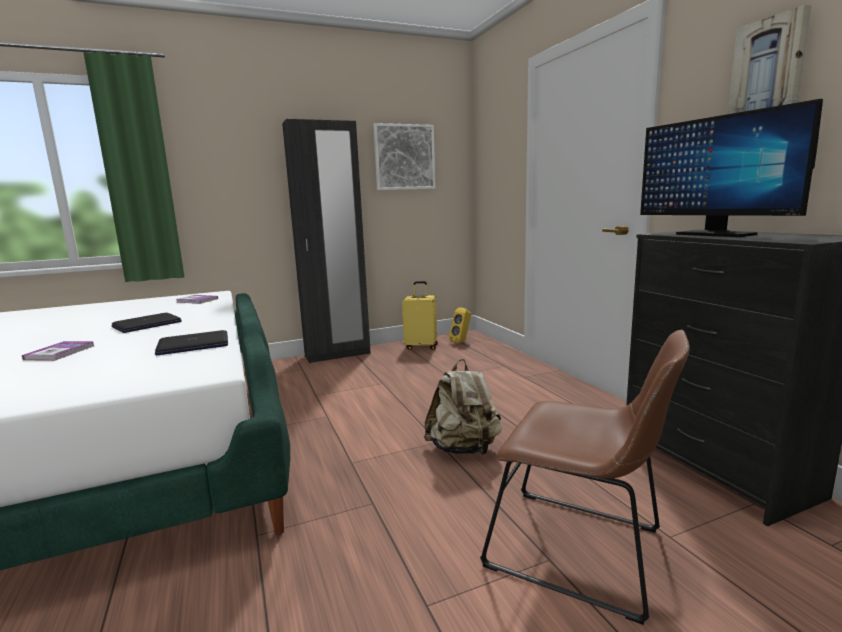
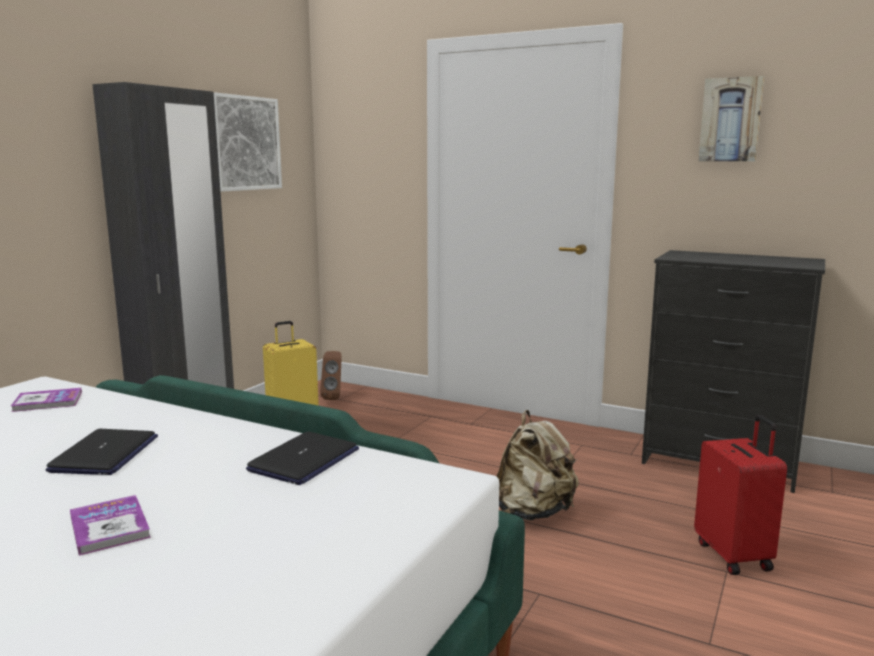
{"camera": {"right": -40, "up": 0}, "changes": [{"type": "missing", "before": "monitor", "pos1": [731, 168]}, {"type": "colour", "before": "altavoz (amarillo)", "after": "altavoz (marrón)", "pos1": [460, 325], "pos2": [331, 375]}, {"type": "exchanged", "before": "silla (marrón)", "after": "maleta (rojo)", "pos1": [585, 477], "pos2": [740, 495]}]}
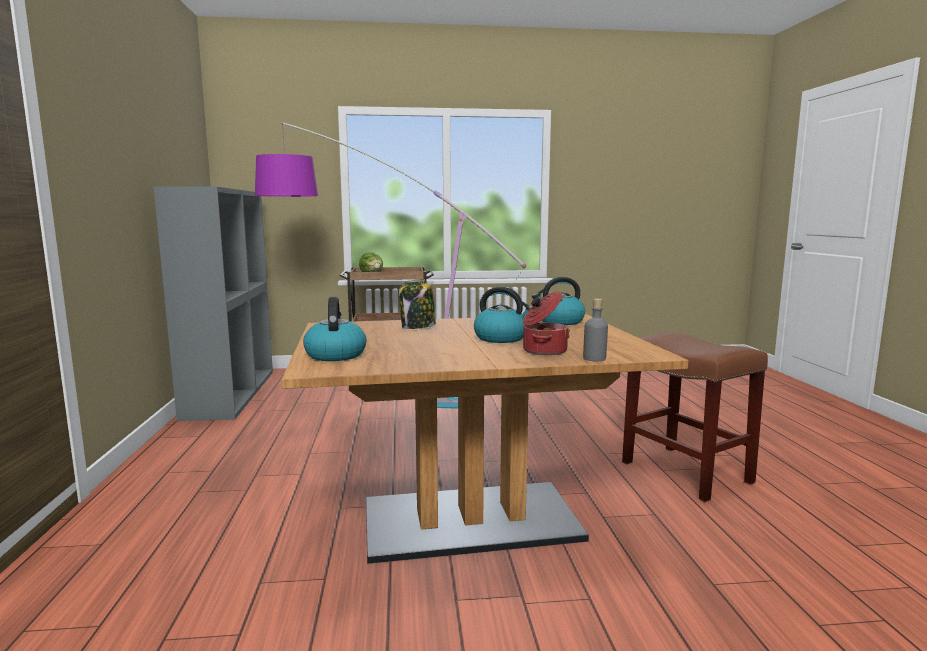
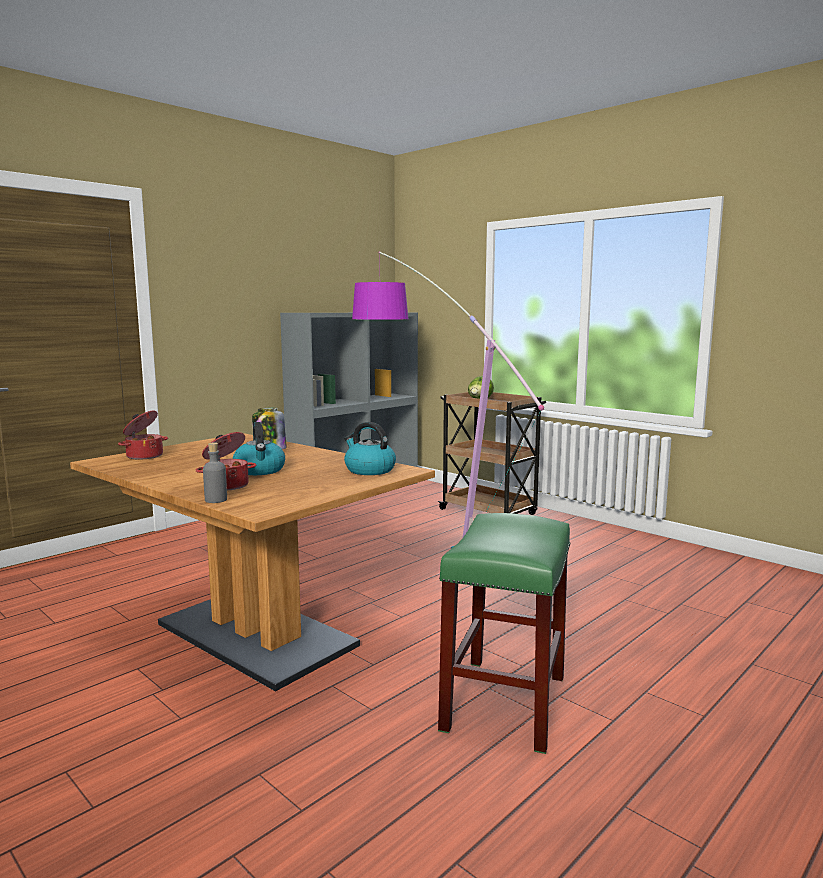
{"camera": {"right": 50, "up": 0}, "changes": [{"type": "exchanged", "before": "hervidor", "after": "olla", "pos1": [335, 329], "pos2": [143, 435]}, {"type": "colour", "before": "taburete (marrón)", "after": "taburete (verde)", "pos1": [695, 417], "pos2": [504, 633]}]}
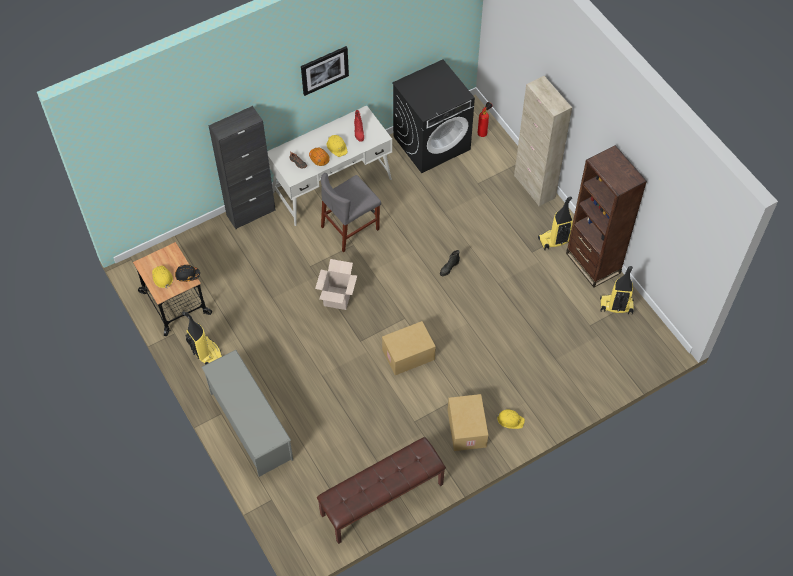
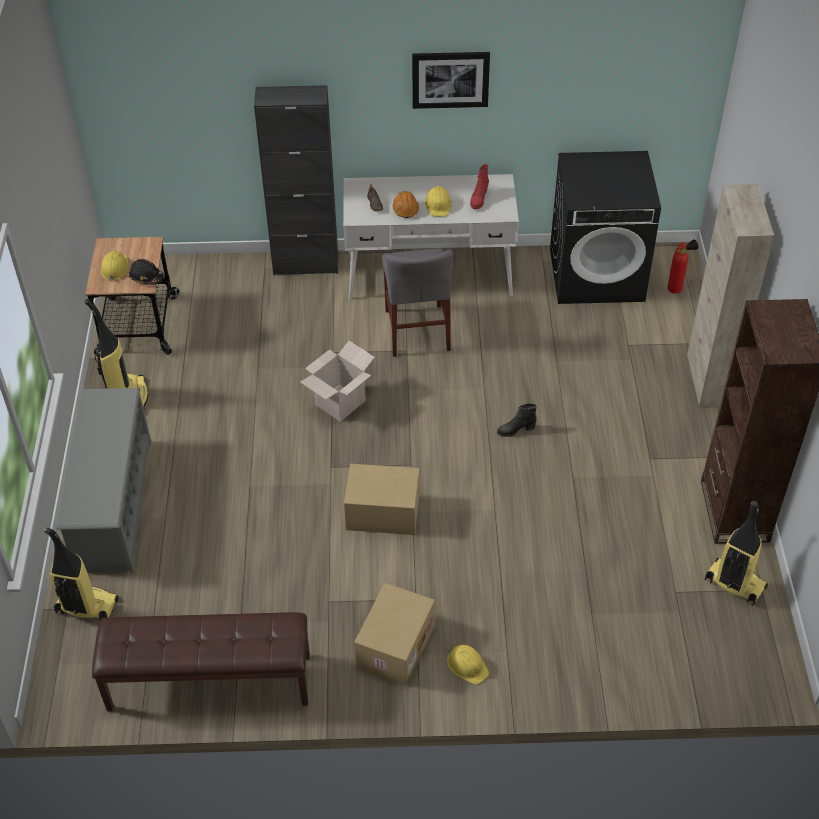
{"camera": {"right": 30, "up": -10}, "changes": [{"type": "spun", "before": "silla (gris)", "pos1": [351, 212], "pos2": [417, 302], "turn": -90}, {"type": "relocated", "before": "aspiradora", "pos1": [555, 223], "pos2": [81, 574]}]}
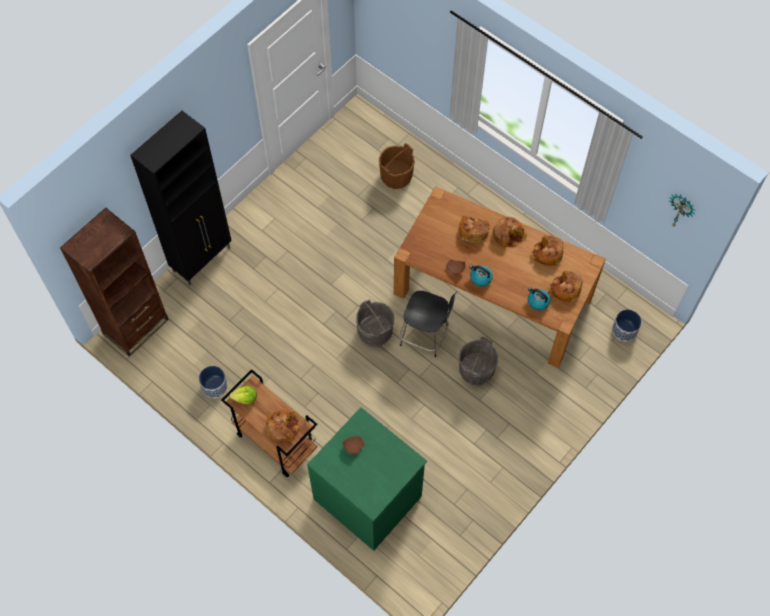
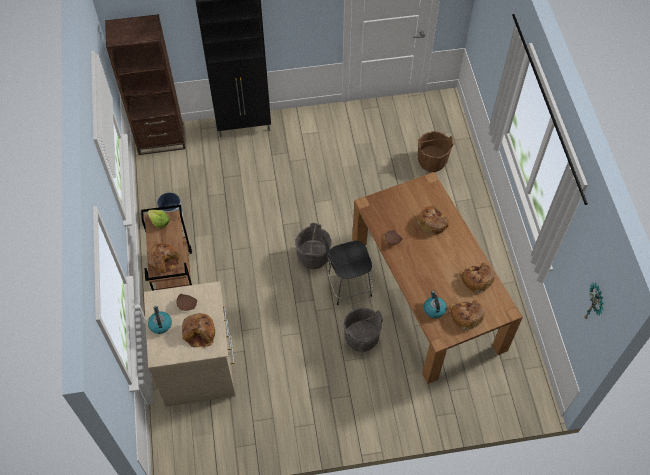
{"camera": {"right": 40, "up": -5}, "changes": [{"type": "relocated", "before": "pan", "pos1": [510, 232], "pos2": [198, 330]}, {"type": "relocated", "before": "hervidor", "pos1": [481, 276], "pos2": [160, 320]}, {"type": "spun", "before": "silla (negro)", "pos1": [428, 324], "pos2": [348, 271], "turn": 105}, {"type": "missing", "before": "maceta", "pos1": [627, 325]}, {"type": "colour", "before": "cómoda (verde)", "after": "cómoda (beis)", "pos1": [367, 479], "pos2": [190, 344]}]}
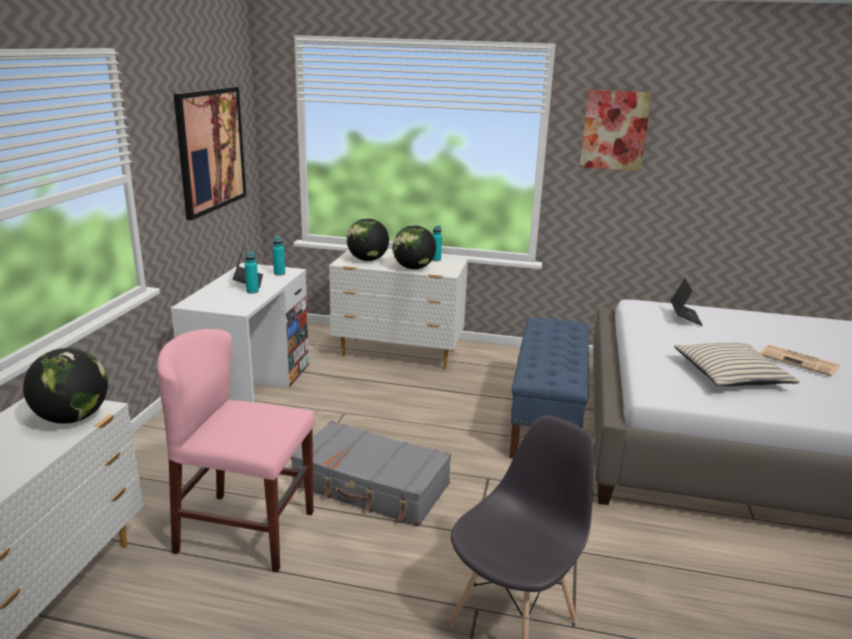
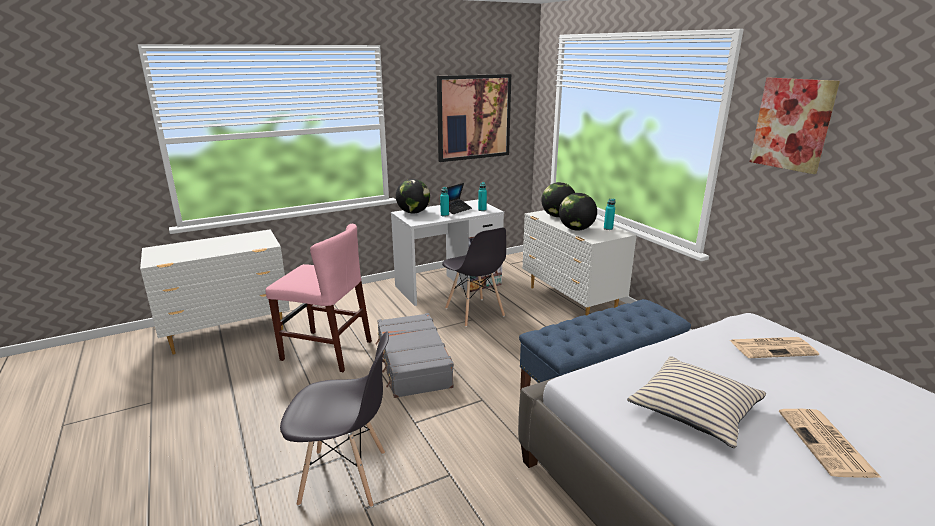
{"camera": {"right": 50, "up": 0}, "changes": [{"type": "exchanged", "before": "portátil", "after": "periódico", "pos1": [687, 302], "pos2": [774, 347]}, {"type": "spun", "before": "silla (rosa)", "pos1": [236, 451], "pos2": [319, 298], "turn": 135}, {"type": "relocated", "before": "globo terráqueo", "pos1": [65, 386], "pos2": [413, 196]}, {"type": "appeared", "after": "silla (gris)", "pos2": [474, 277]}]}
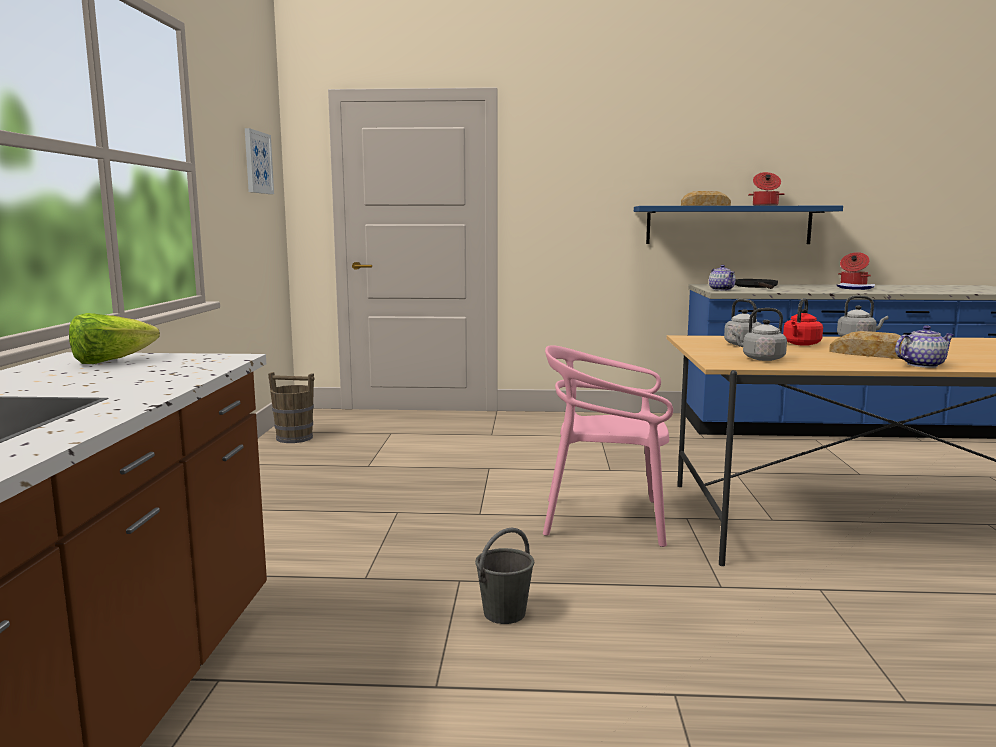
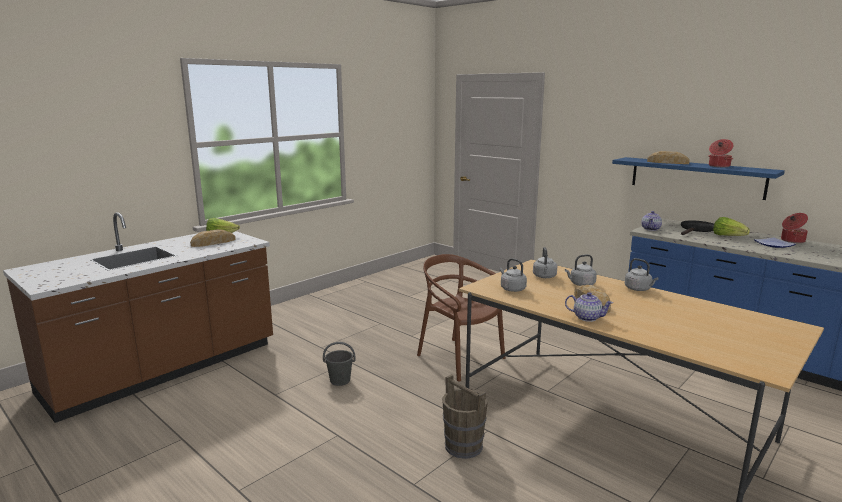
{"camera": {"right": 40, "up": 5}, "changes": [{"type": "missing", "before": "cuadro", "pos1": [259, 161]}, {"type": "colour", "before": "hervidor (rojo)", "after": "hervidor (gris)", "pos1": [803, 322], "pos2": [581, 270]}, {"type": "colour", "before": "silla (rosa)", "after": "silla (marrón)", "pos1": [608, 446], "pos2": [461, 318]}, {"type": "relocated", "before": "cubo (marrón)", "pos1": [291, 407], "pos2": [465, 416]}, {"type": "appeared", "after": "lechuga", "pos2": [731, 226]}, {"type": "appeared", "after": "pan", "pos2": [213, 238]}]}
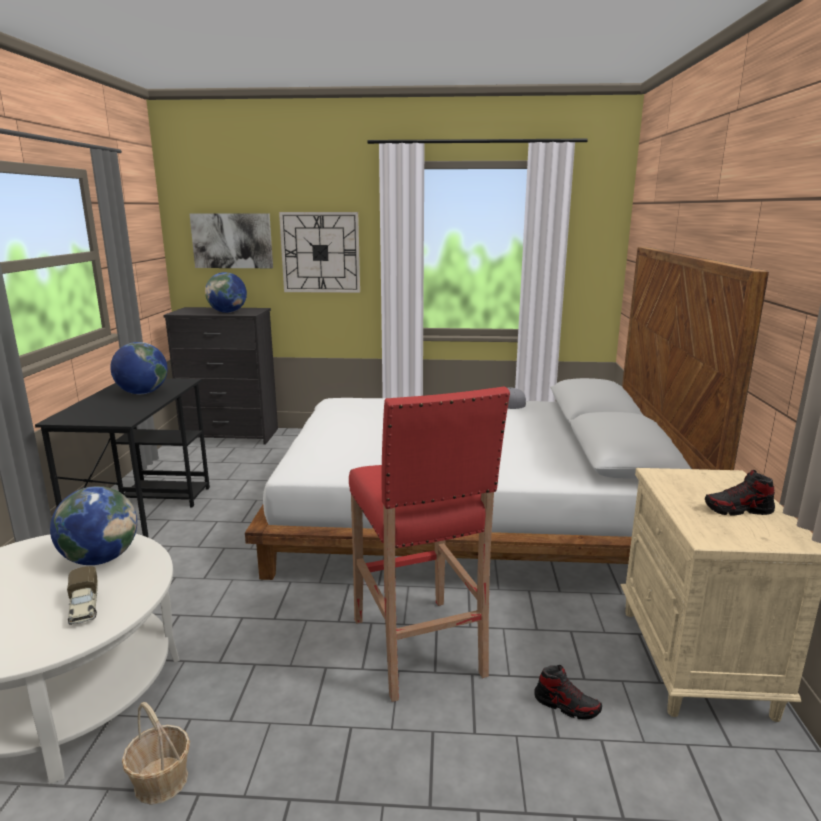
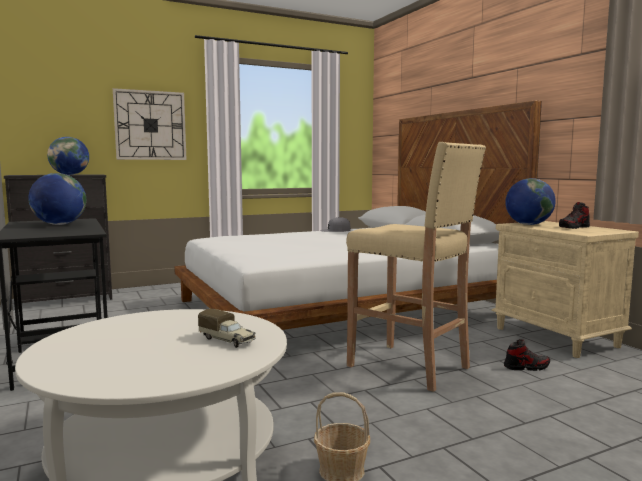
{"camera": {"right": -30, "up": -10}, "changes": [{"type": "missing", "before": "cuadro", "pos1": [231, 240]}, {"type": "colour", "before": "taburete (rojo)", "after": "taburete (beis)", "pos1": [429, 544], "pos2": [416, 267]}, {"type": "relocated", "before": "globo terráqueo", "pos1": [93, 525], "pos2": [530, 201]}]}
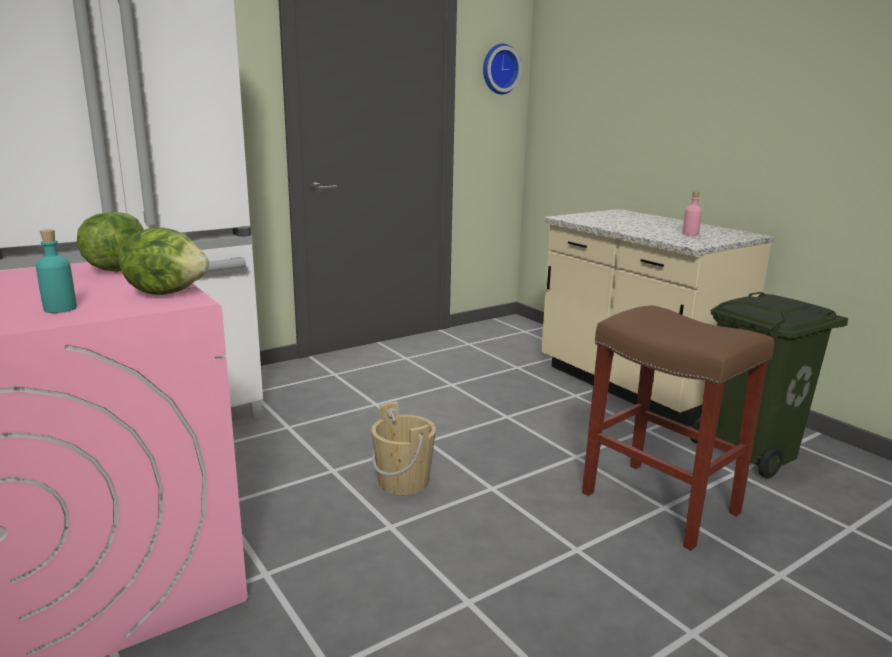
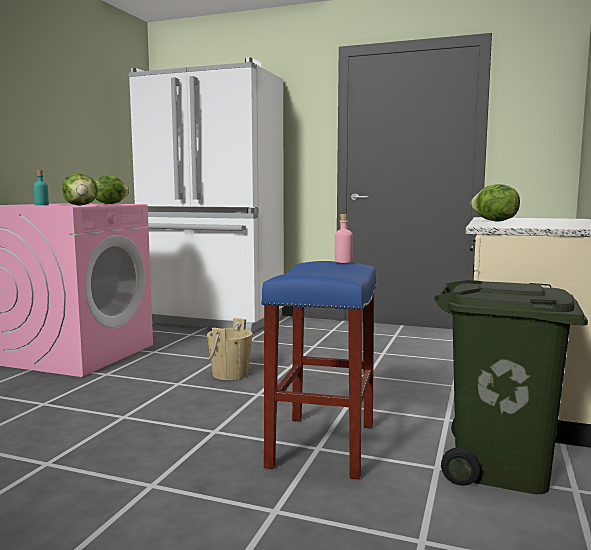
{"camera": {"right": 55, "up": -10}, "changes": [{"type": "missing", "before": "reloj de pared", "pos1": [502, 69]}, {"type": "relocated", "before": "botella (rosa)", "pos1": [692, 213], "pos2": [344, 238]}, {"type": "colour", "before": "taburete (marrón)", "after": "taburete (azul)", "pos1": [678, 428], "pos2": [319, 370]}, {"type": "appeared", "after": "lechuga", "pos2": [495, 203]}]}
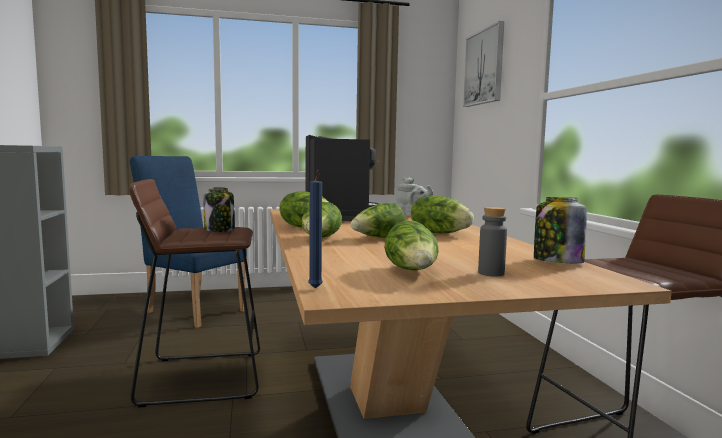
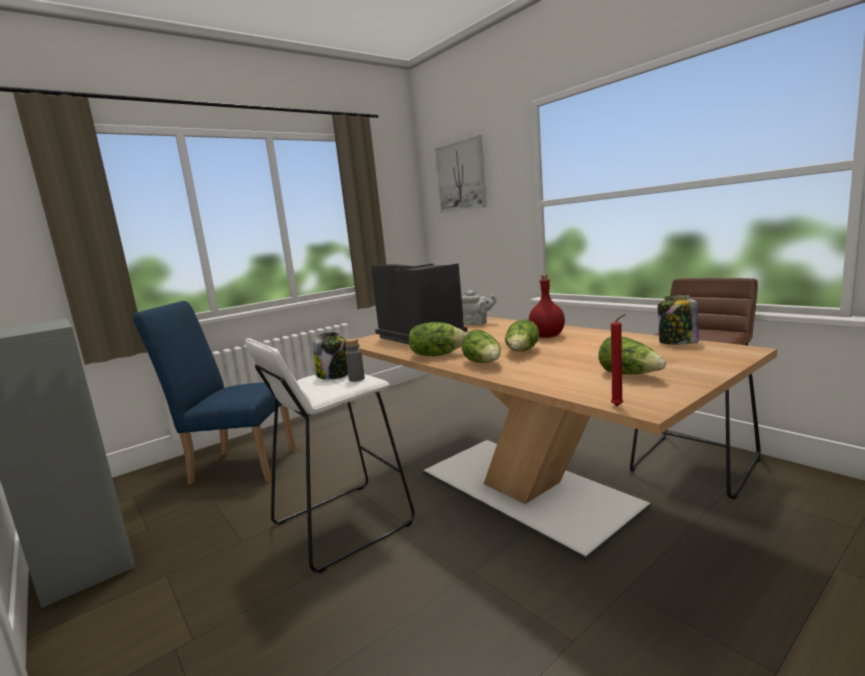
{"camera": {"right": -25, "up": 5}, "changes": [{"type": "colour", "before": "vela (azul)", "after": "vela (rojo)", "pos1": [315, 229], "pos2": [618, 360]}, {"type": "colour", "before": "taburete (marrón)", "after": "taburete (blanco)", "pos1": [194, 293], "pos2": [330, 455]}, {"type": "exchanged", "before": "lechuga", "after": "botella (rojo)", "pos1": [442, 214], "pos2": [547, 306]}, {"type": "relocated", "before": "botella (gris)", "pos1": [492, 242], "pos2": [355, 360]}]}
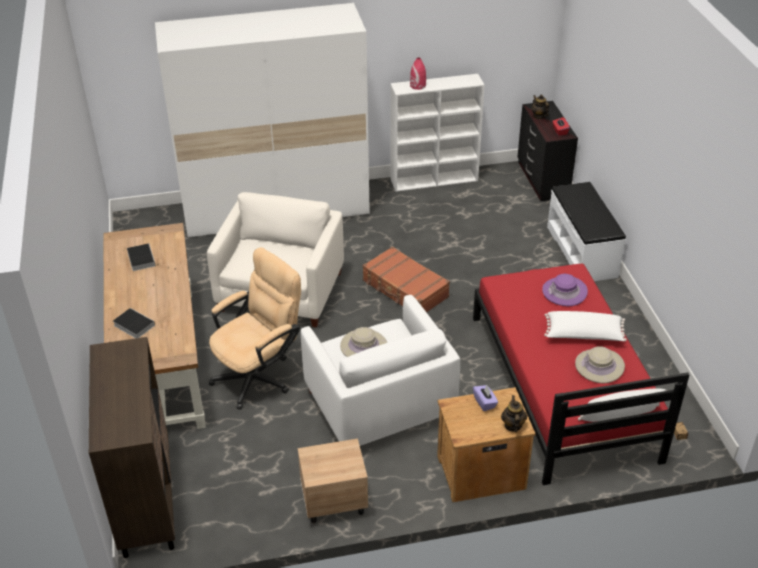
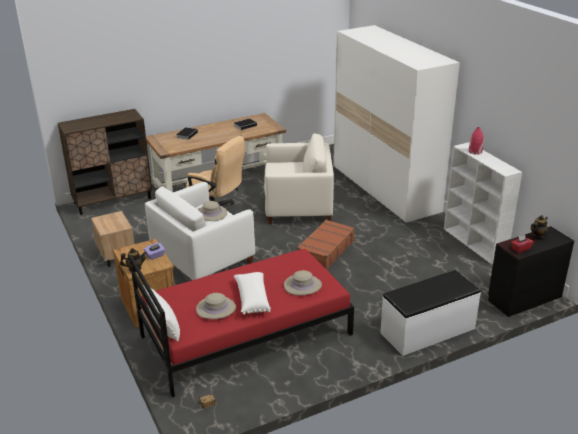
{"camera": {"right": 75, "up": -10}, "changes": [{"type": "colour", "before": "sombrero (morado)", "after": "sombrero (beis)", "pos1": [565, 290], "pos2": [303, 282]}]}
